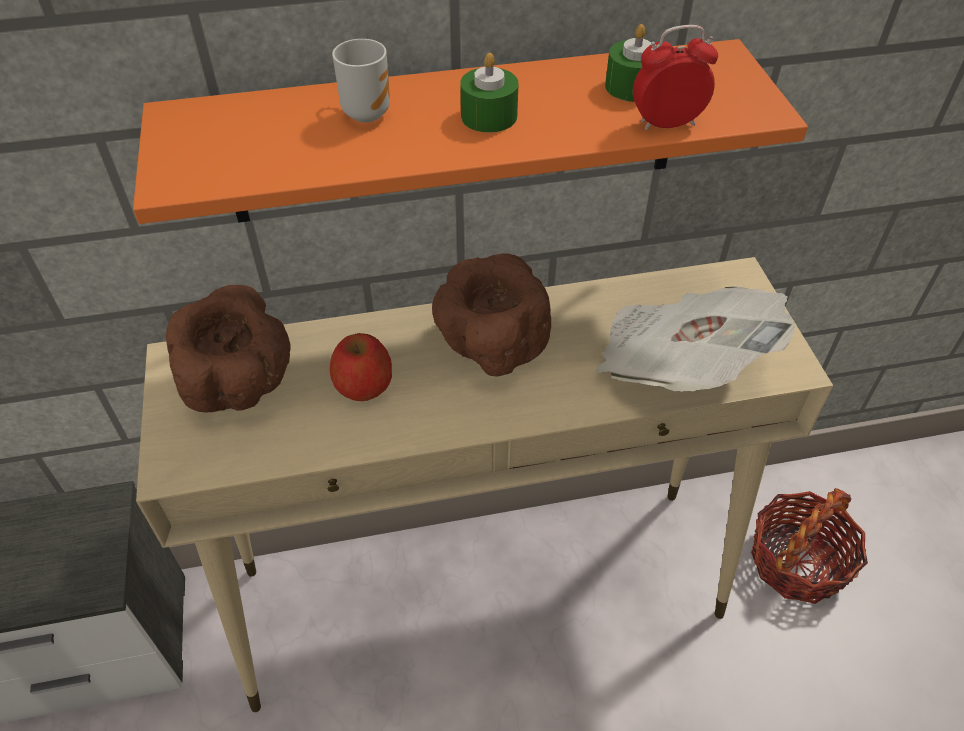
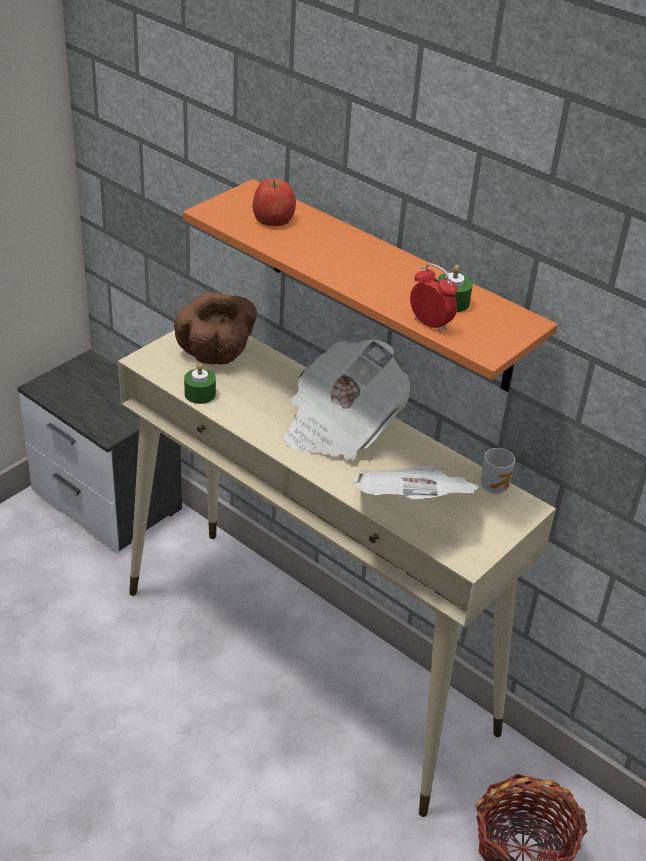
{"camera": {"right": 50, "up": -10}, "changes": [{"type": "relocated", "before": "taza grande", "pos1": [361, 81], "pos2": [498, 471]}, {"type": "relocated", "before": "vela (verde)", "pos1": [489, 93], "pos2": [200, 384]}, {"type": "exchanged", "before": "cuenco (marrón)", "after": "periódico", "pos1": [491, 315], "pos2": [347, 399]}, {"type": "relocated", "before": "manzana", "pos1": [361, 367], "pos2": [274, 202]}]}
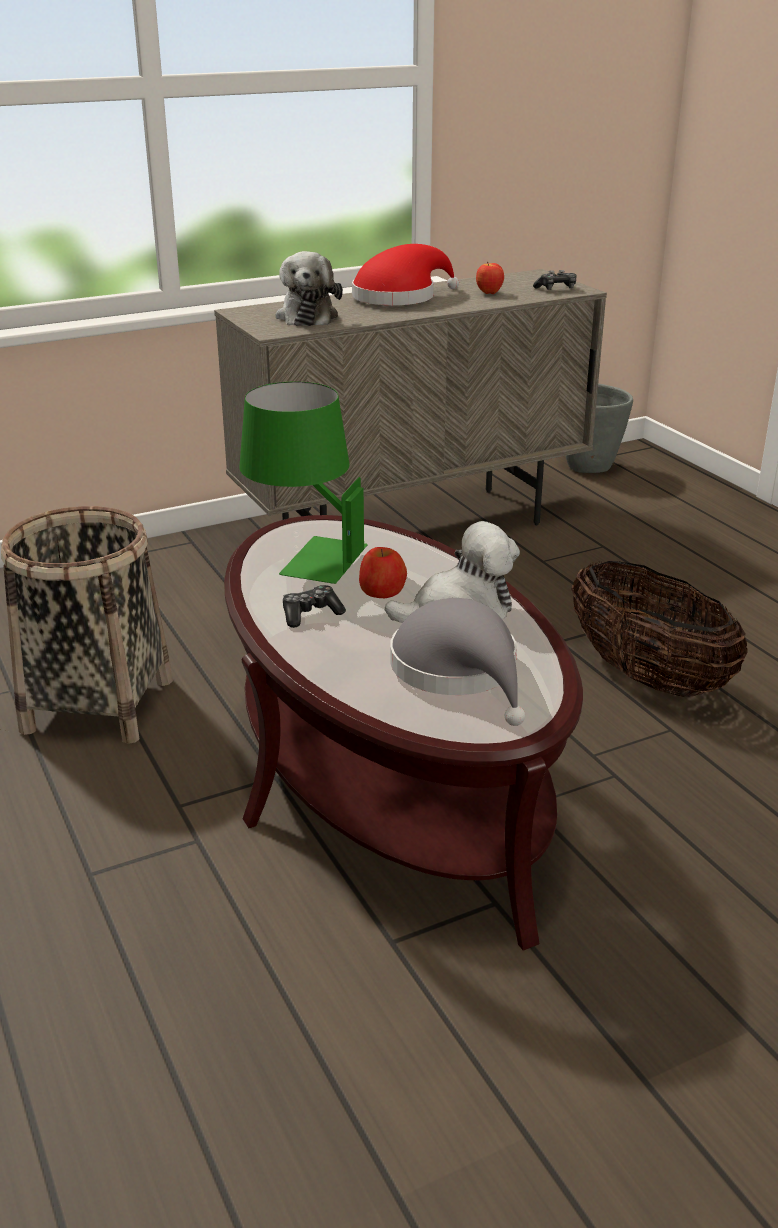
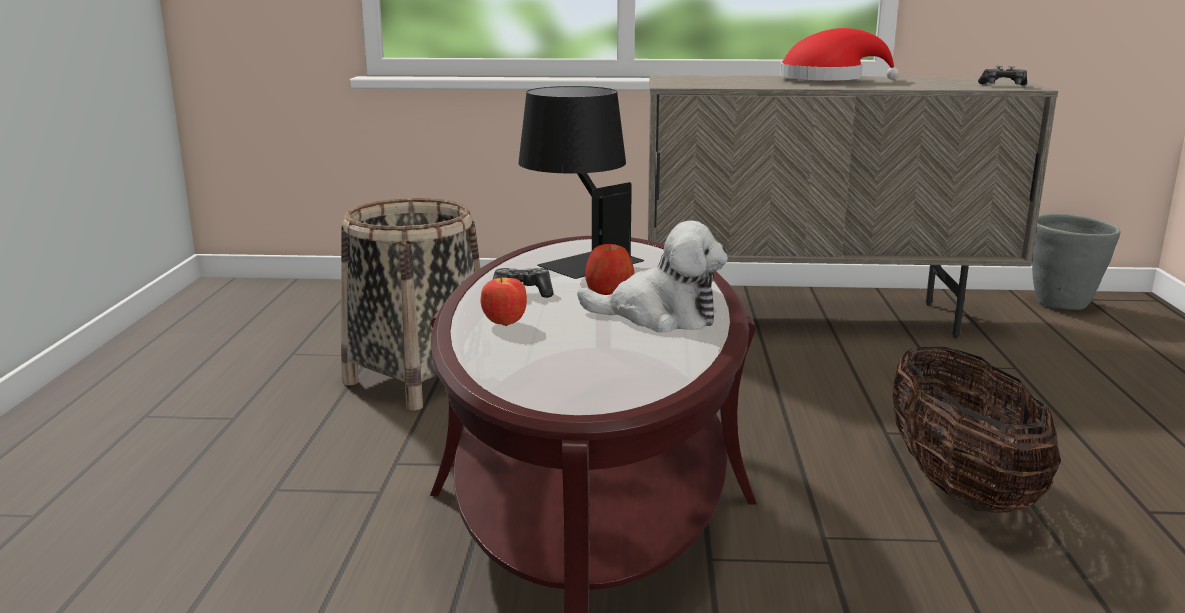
{"camera": {"right": 30, "up": -10}, "changes": [{"type": "missing", "before": "peluche", "pos1": [309, 288]}, {"type": "relocated", "before": "manzana", "pos1": [490, 277], "pos2": [504, 300]}, {"type": "colour", "before": "lámpara de mesa (verde)", "after": "lámpara de mesa (negro)", "pos1": [303, 483], "pos2": [581, 182]}, {"type": "missing", "before": "sombrero (gris)", "pos1": [457, 662]}]}
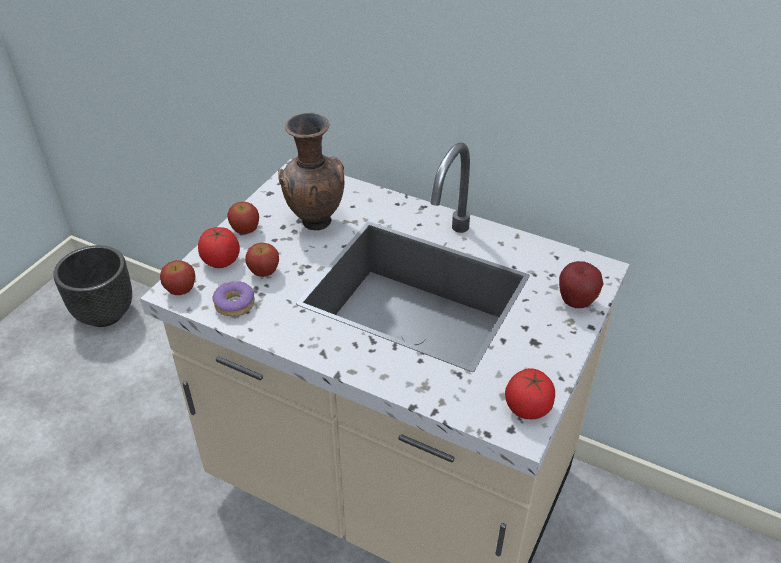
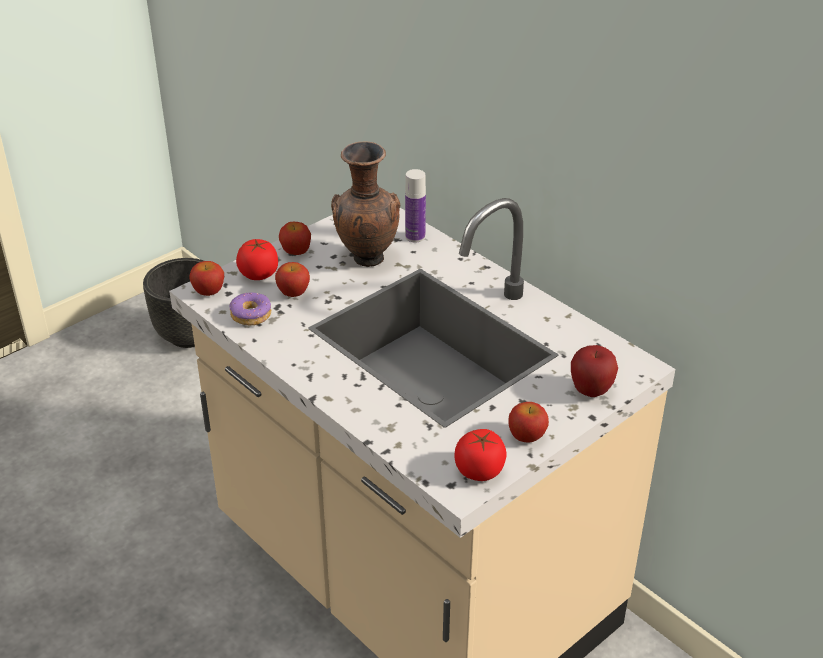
{"camera": {"right": 20, "up": -5}, "changes": [{"type": "appeared", "after": "botella", "pos2": [415, 205]}, {"type": "appeared", "after": "manzana", "pos2": [528, 422]}]}
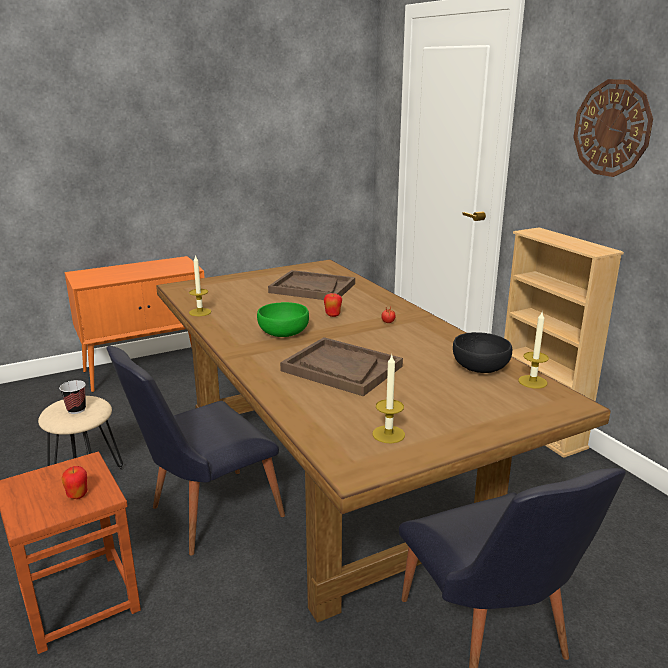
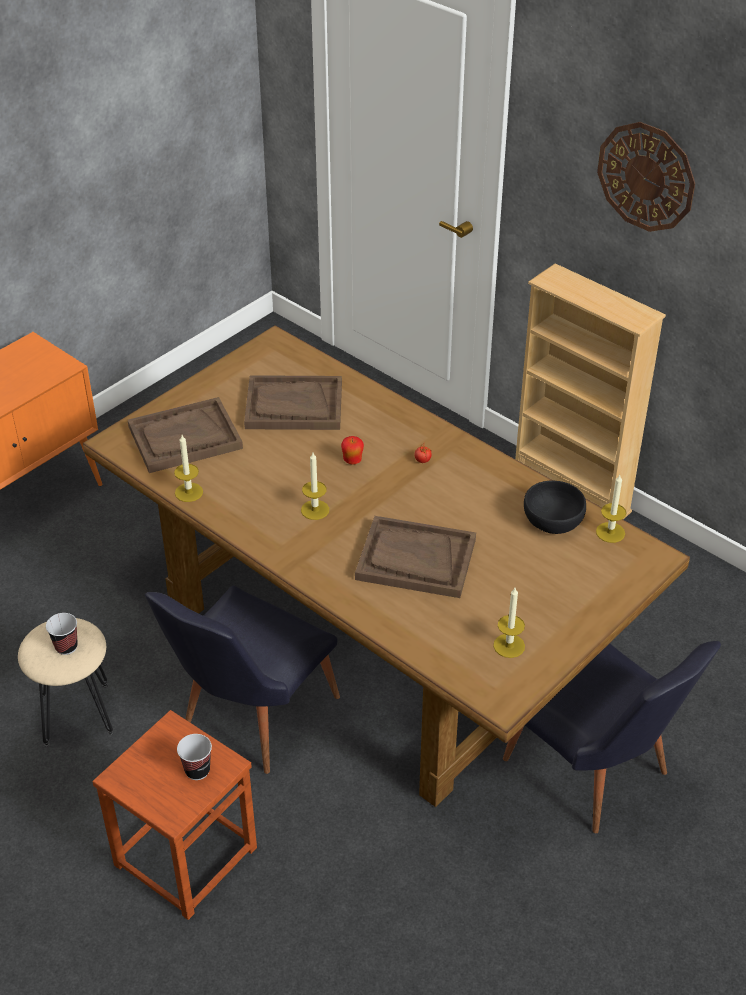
{"camera": {"right": -20, "up": 20}, "changes": [{"type": "exchanged", "before": "cuenco (verde)", "after": "vela", "pos1": [283, 319], "pos2": [315, 486]}, {"type": "exchanged", "before": "manzana", "after": "taza", "pos1": [74, 482], "pos2": [194, 757]}, {"type": "appeared", "after": "bandeja (marrón)", "pos2": [185, 435]}]}
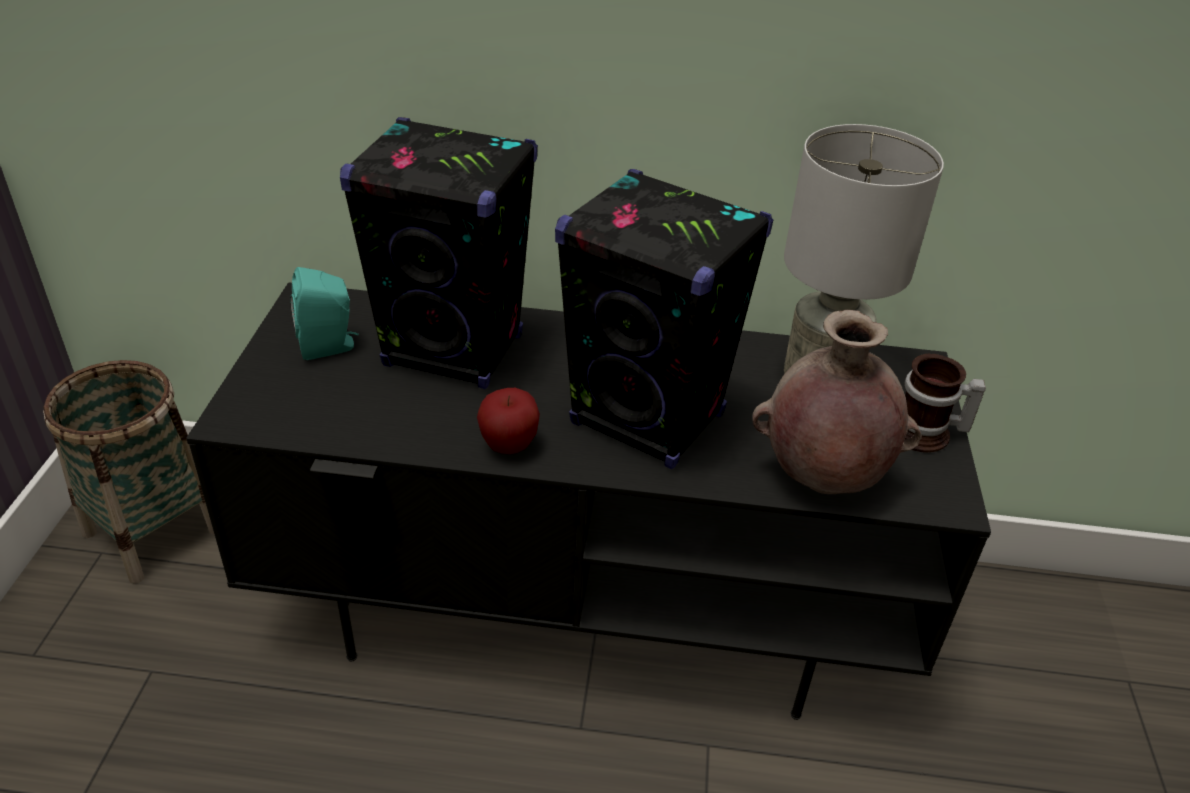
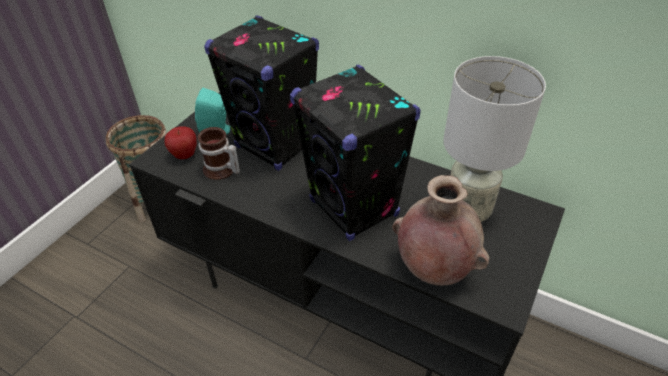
{"camera": {"right": 25, "up": 5}, "changes": [{"type": "relocated", "before": "taza grande", "pos1": [945, 403], "pos2": [219, 153]}, {"type": "relocated", "before": "manzana", "pos1": [508, 421], "pos2": [180, 142]}]}
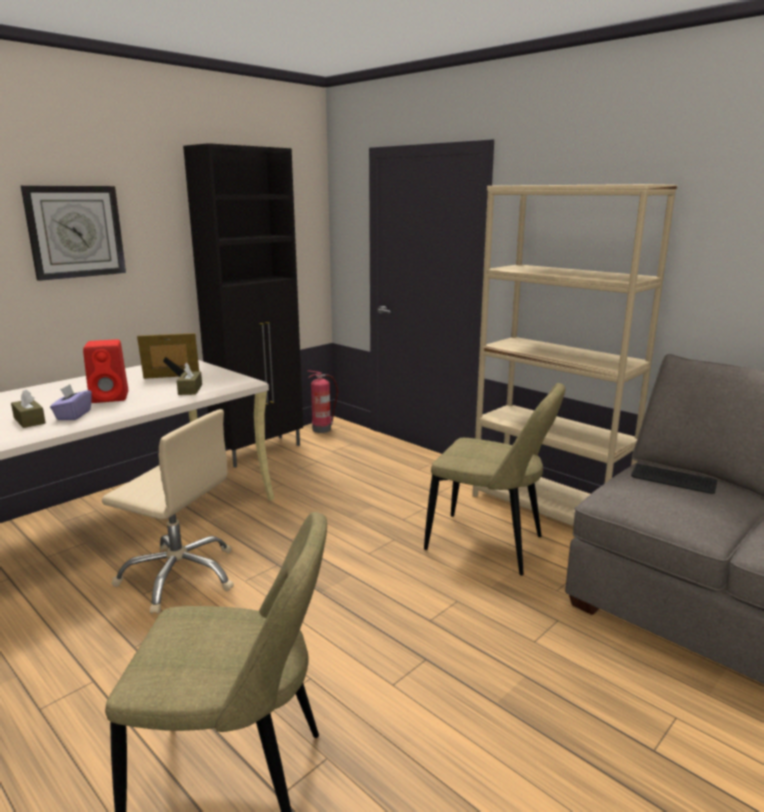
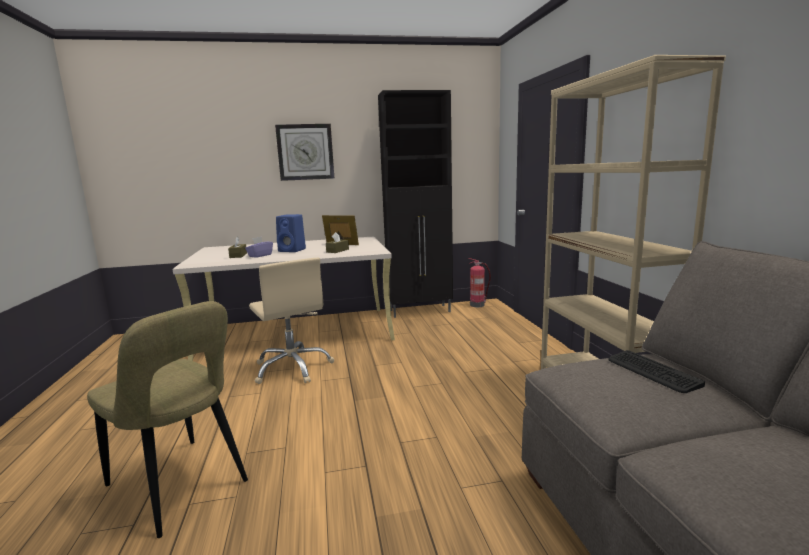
{"camera": {"right": 35, "up": -5}, "changes": [{"type": "colour", "before": "altavoz (rojo)", "after": "altavoz (azul)", "pos1": [105, 371], "pos2": [291, 233]}, {"type": "missing", "before": "silla (beis)", "pos1": [494, 479]}]}
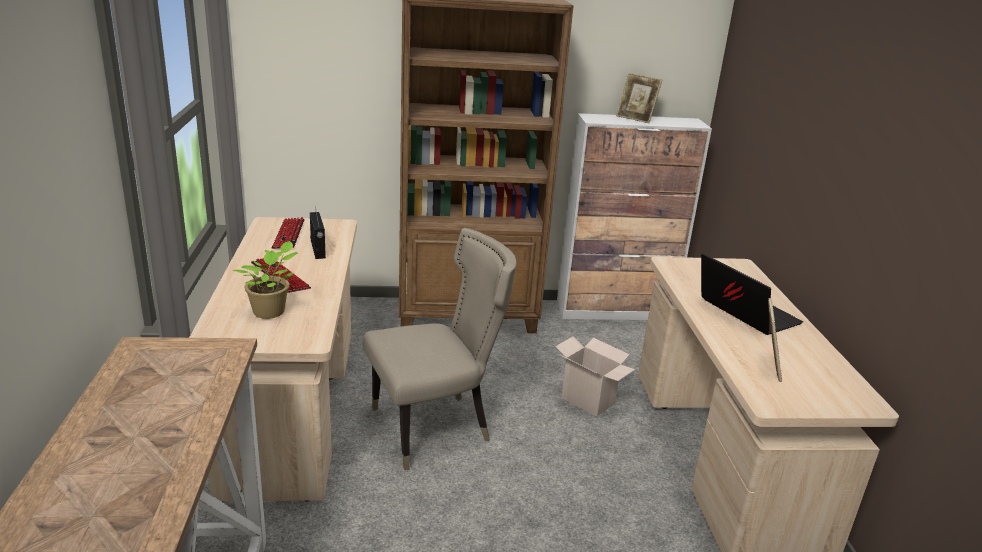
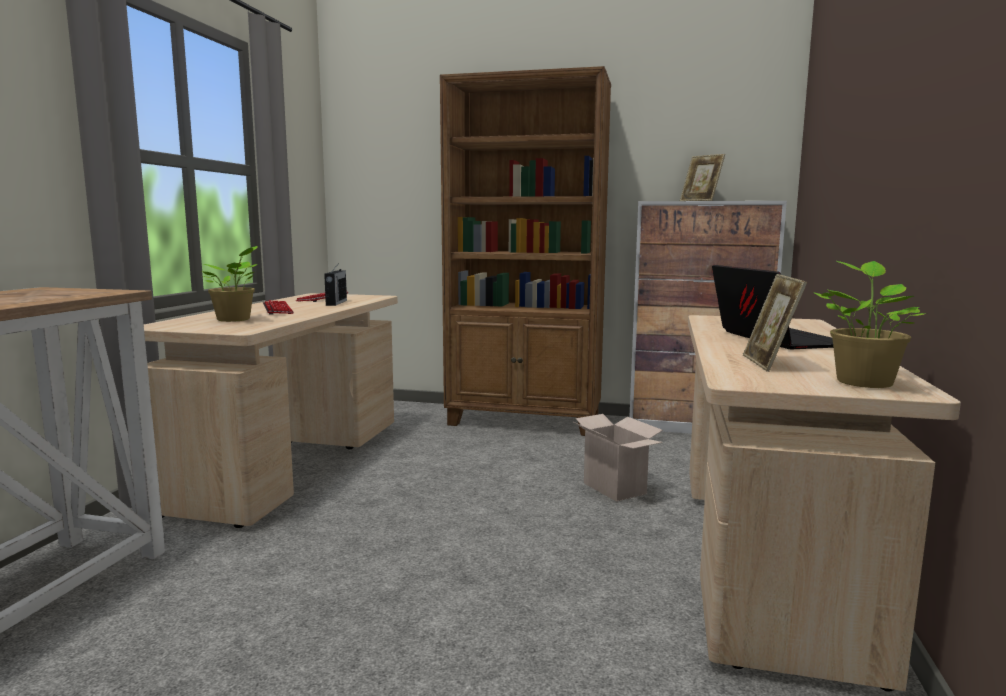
{"camera": {"right": 20, "up": -15}, "changes": [{"type": "missing", "before": "silla (beis)", "pos1": [440, 349]}, {"type": "spun", "before": "portarretratos", "pos1": [775, 340], "pos2": [775, 323], "turn": 150}, {"type": "appeared", "after": "planta en maceta", "pos2": [869, 324]}]}
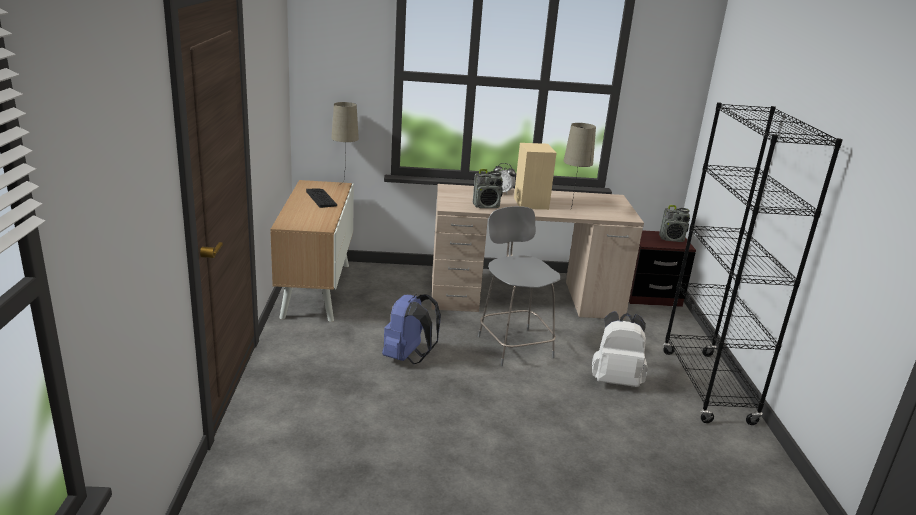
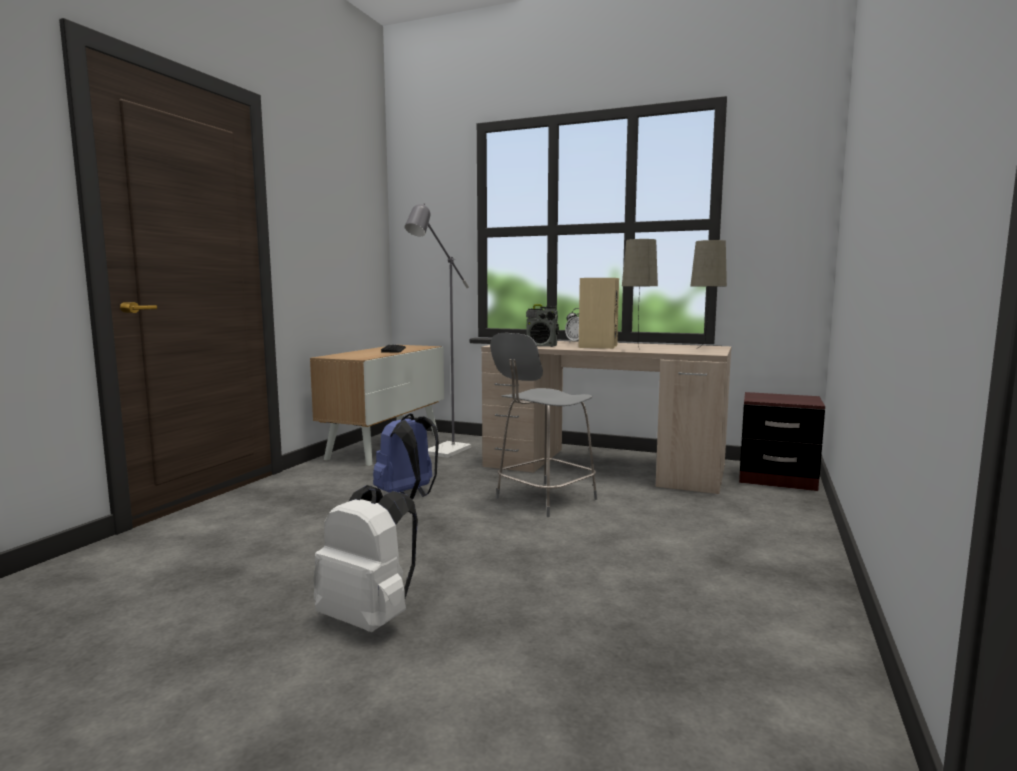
{"camera": {"right": 25, "up": -15}, "changes": [{"type": "relocated", "before": "lámpara de mesa (beis)", "pos1": [345, 143], "pos2": [708, 294]}, {"type": "missing", "before": "estantería (negro)", "pos1": [753, 263]}, {"type": "missing", "before": "radio", "pos1": [674, 223]}, {"type": "spun", "before": "silla (gris)", "pos1": [519, 286], "pos2": [543, 425], "turn": -135}, {"type": "relocated", "before": "mochila (blanco)", "pos1": [620, 349], "pos2": [366, 558]}, {"type": "appeared", "after": "lámpara de pie (gris)", "pos2": [438, 330]}]}
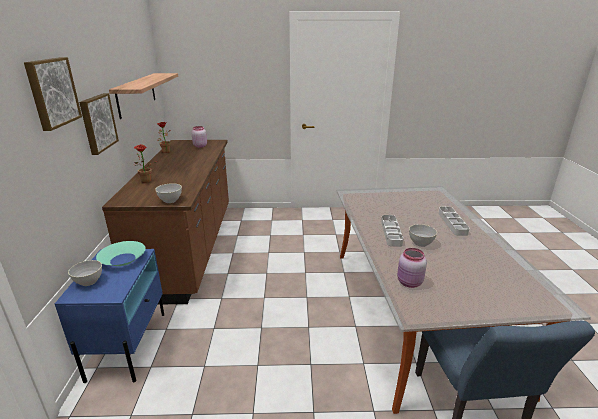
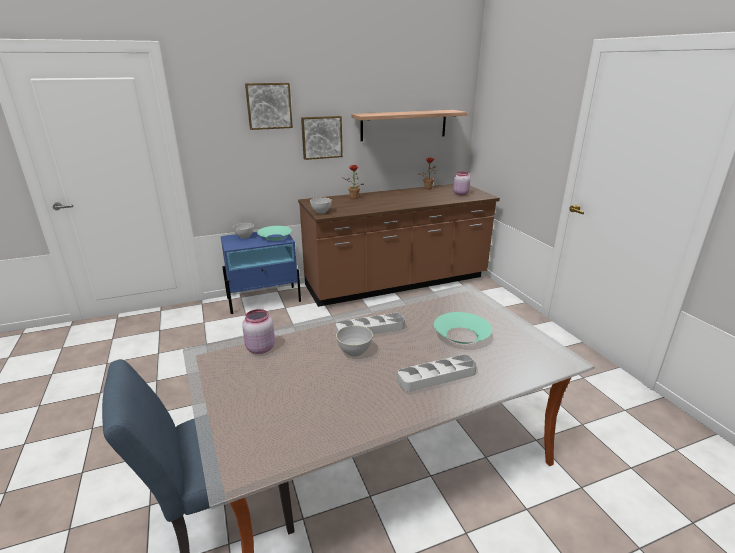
{"camera": {"right": 70, "up": 0}, "changes": [{"type": "appeared", "after": "cuenco (turquesa)", "pos2": [463, 328]}]}
